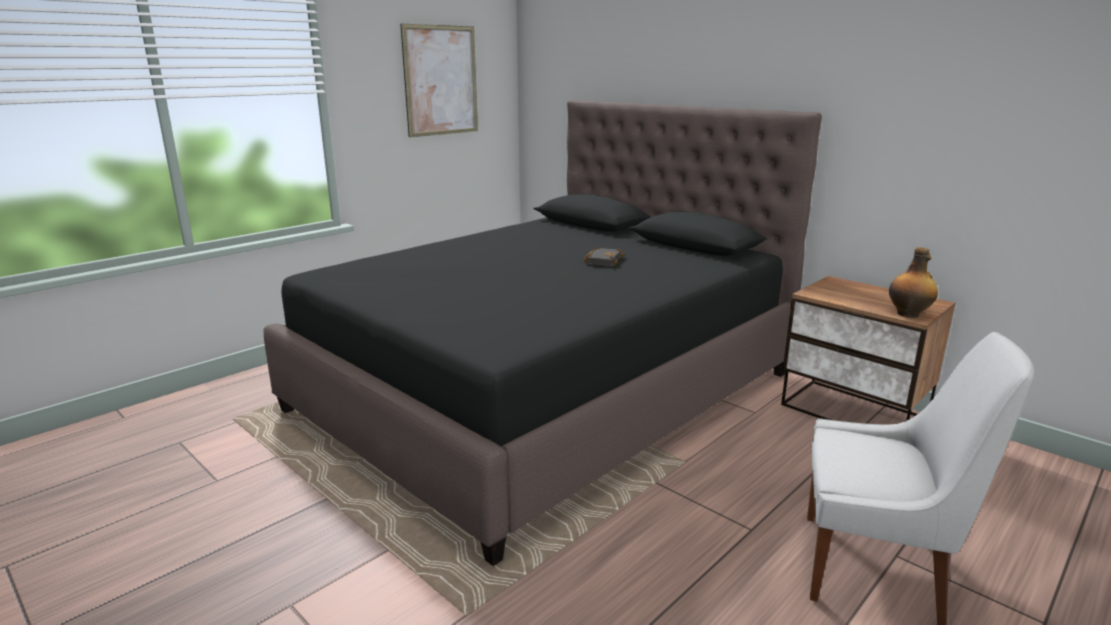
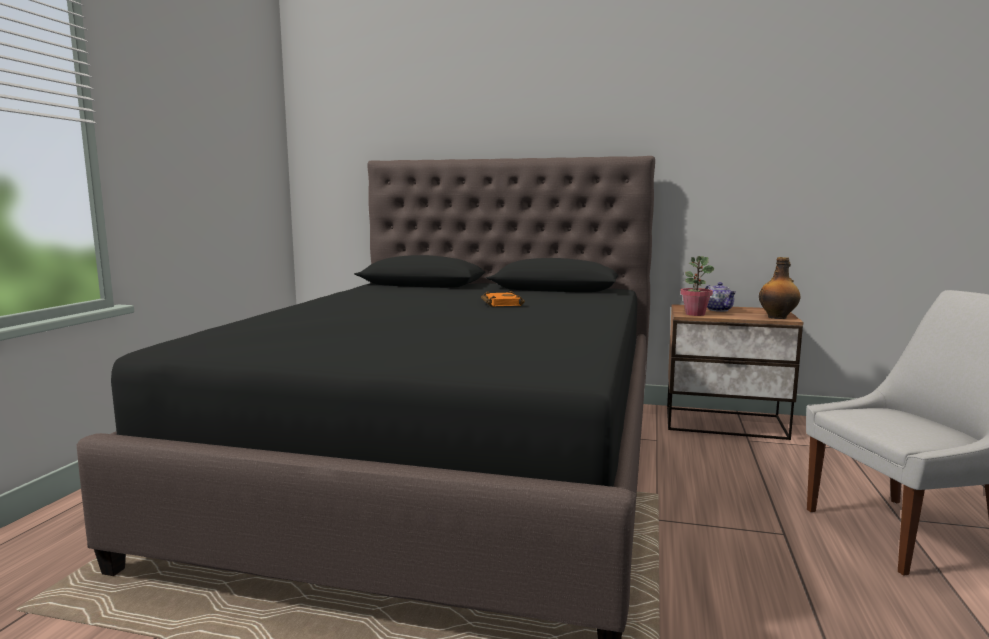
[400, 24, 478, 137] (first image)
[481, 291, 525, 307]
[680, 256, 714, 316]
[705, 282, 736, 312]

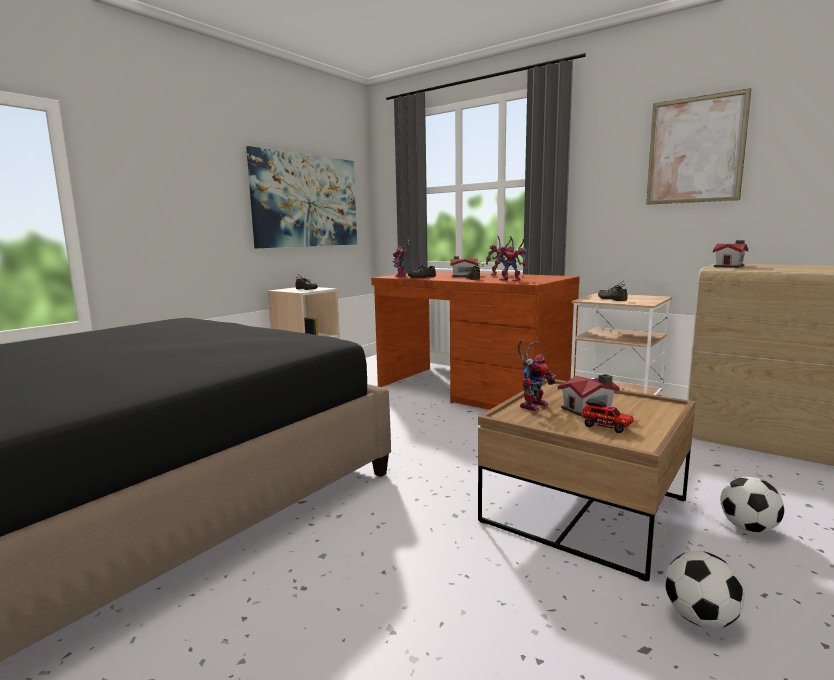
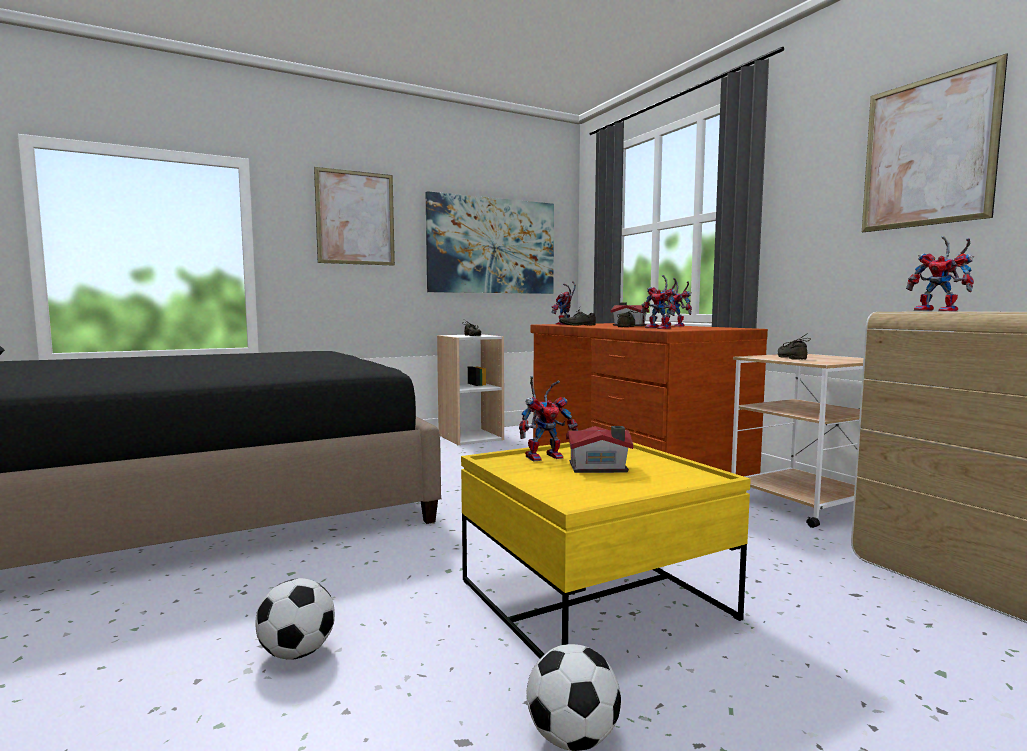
[906, 236, 975, 311]
[461, 442, 751, 658]
[582, 399, 634, 433] (first image)
[255, 578, 335, 660]
[314, 167, 395, 266]

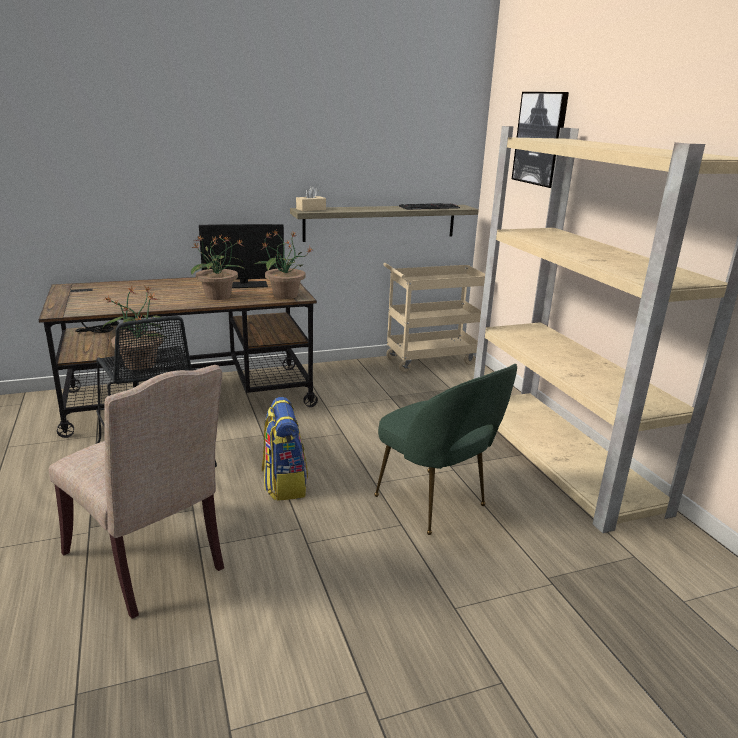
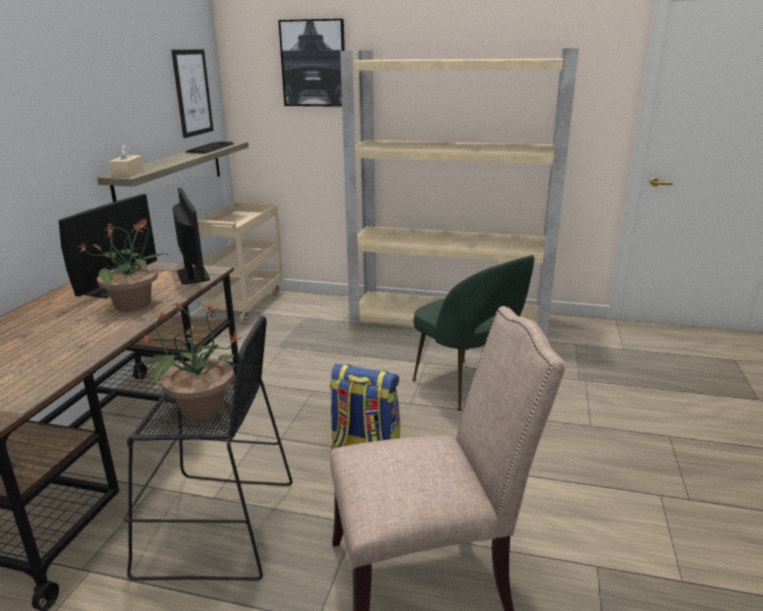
[173, 188, 210, 284]
[412, 255, 534, 411]
[171, 50, 214, 138]

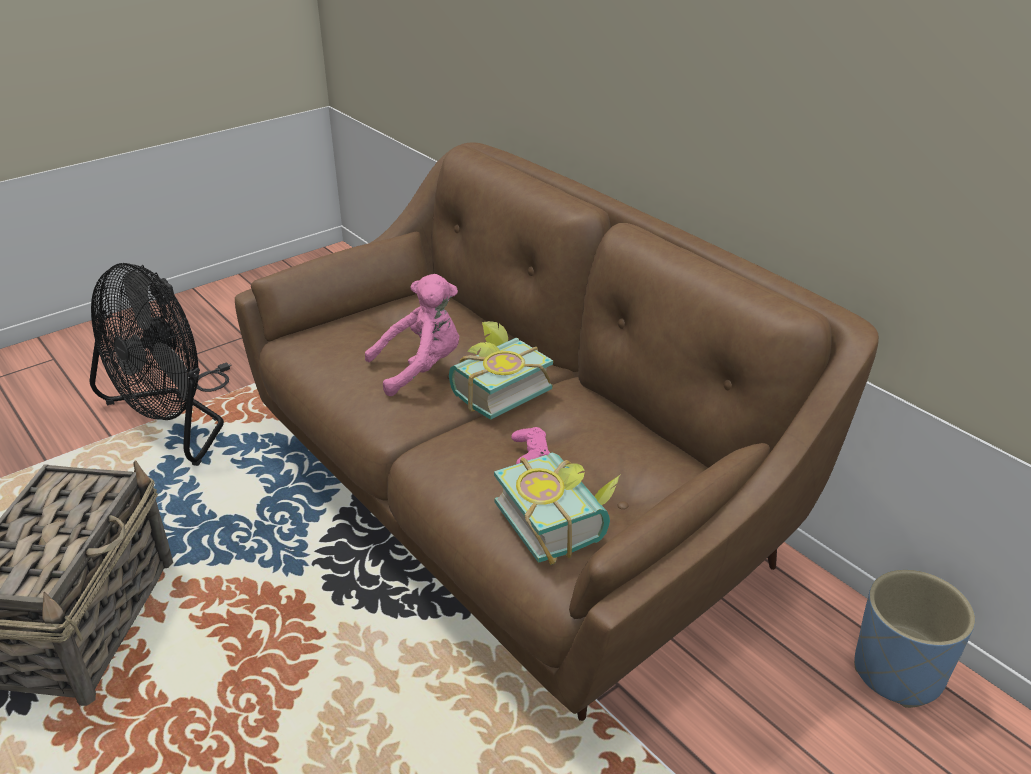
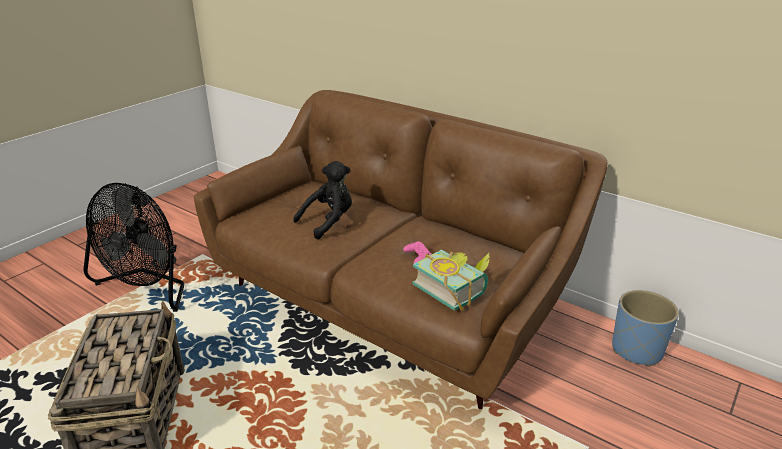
[293, 161, 352, 239]
[449, 321, 553, 420] (first image)

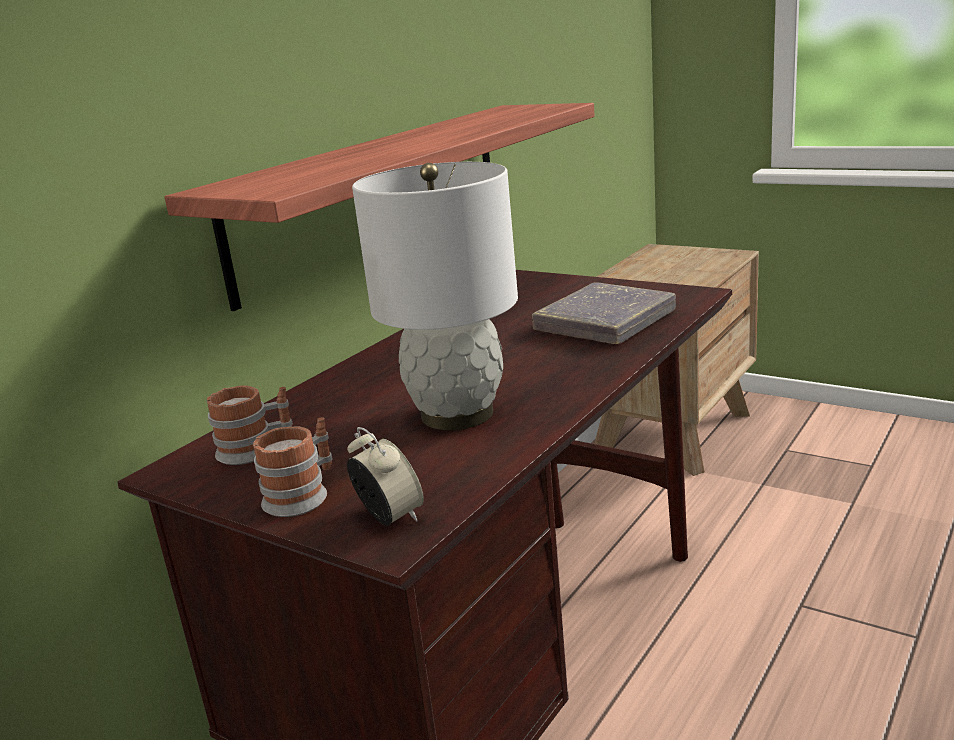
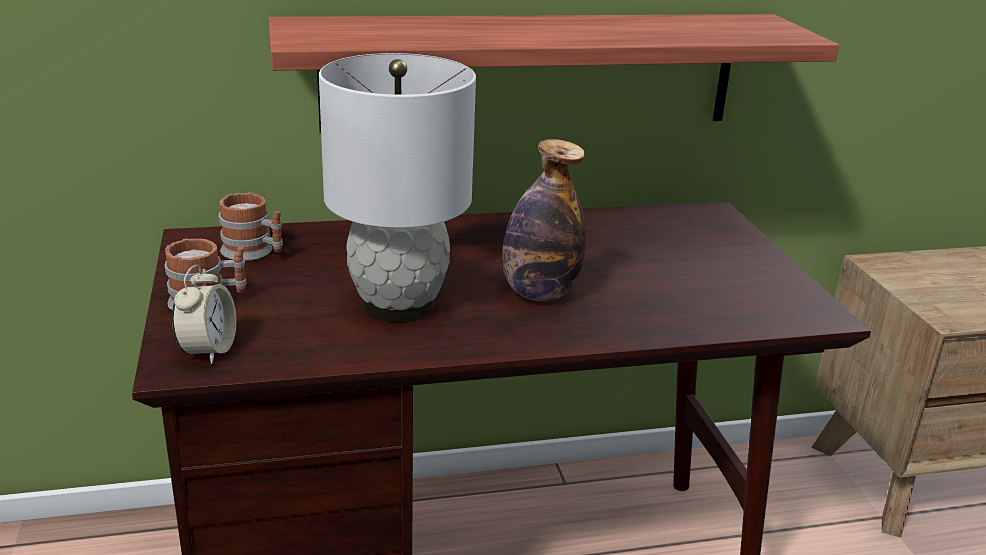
[532, 282, 676, 344] (first image)
[503, 139, 586, 301]

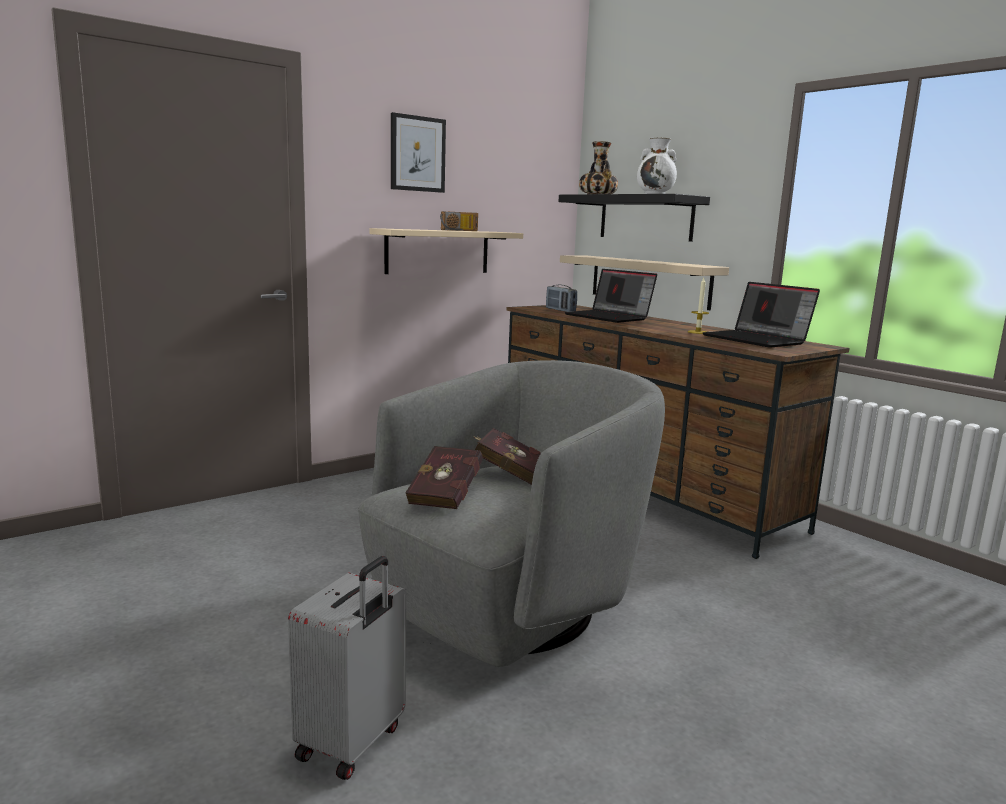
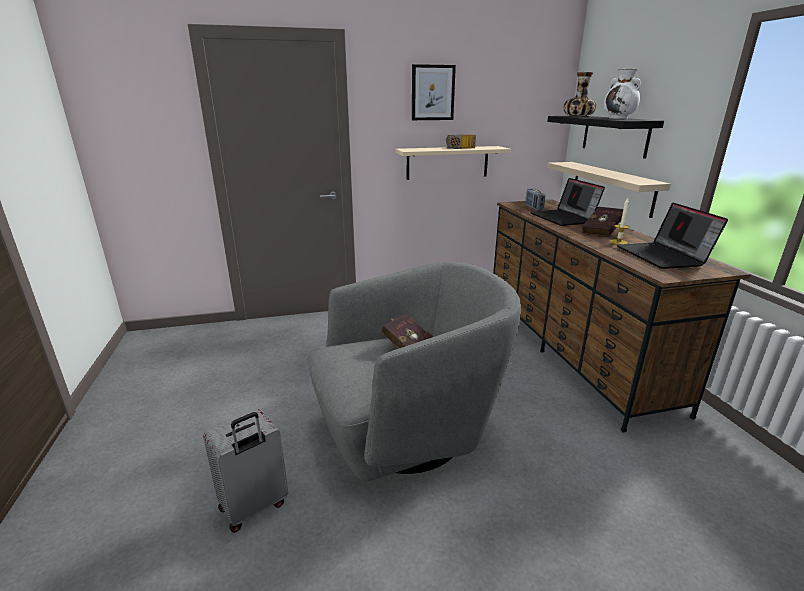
[582, 206, 623, 236]

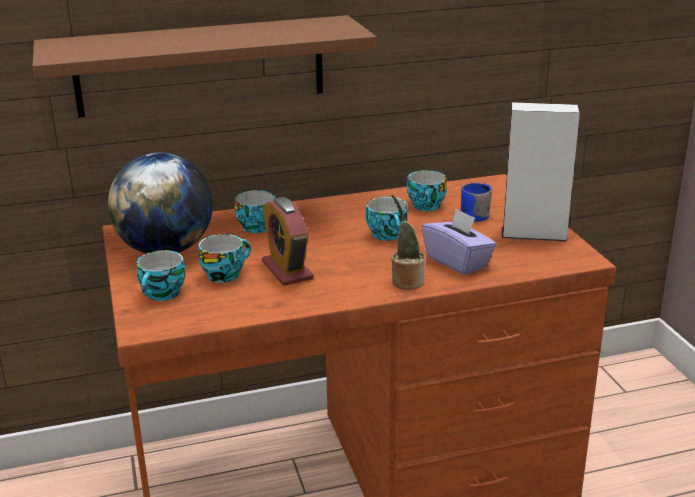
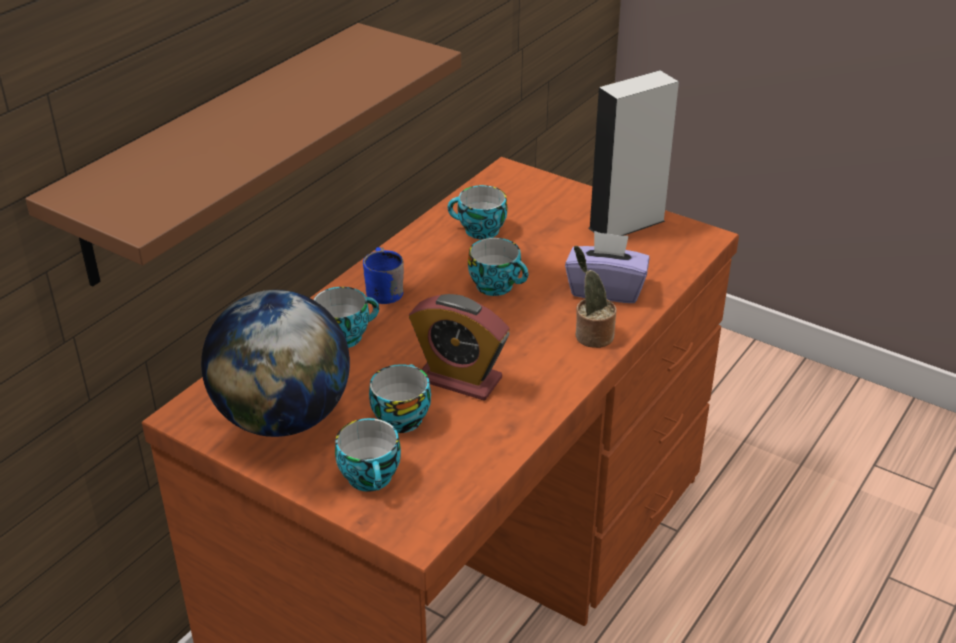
[363, 247, 404, 304]

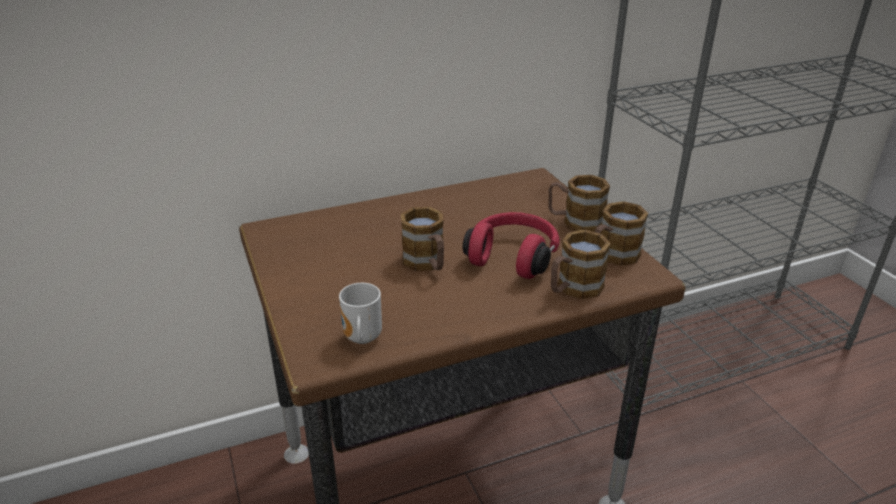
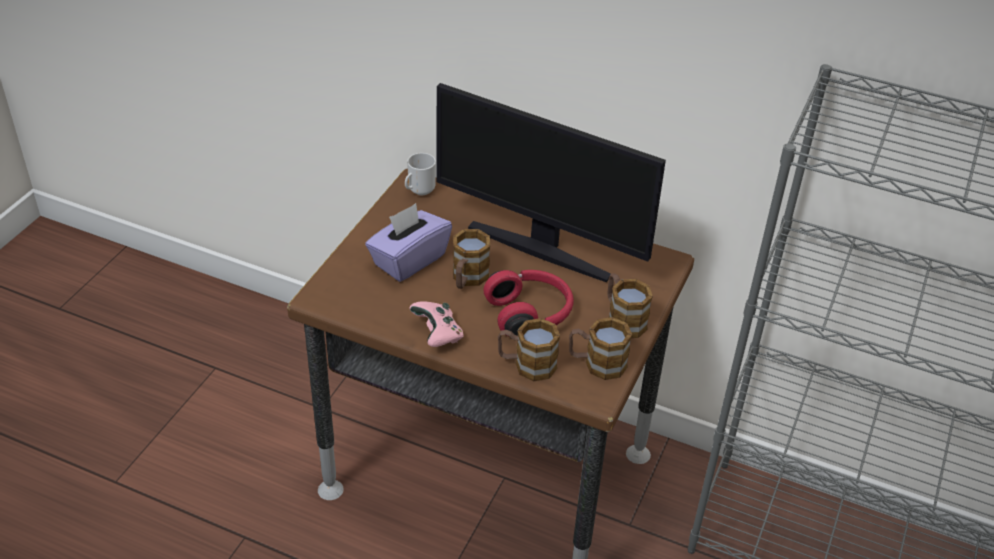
[405, 153, 436, 195]
[436, 83, 666, 282]
[365, 203, 452, 282]
[409, 301, 464, 347]

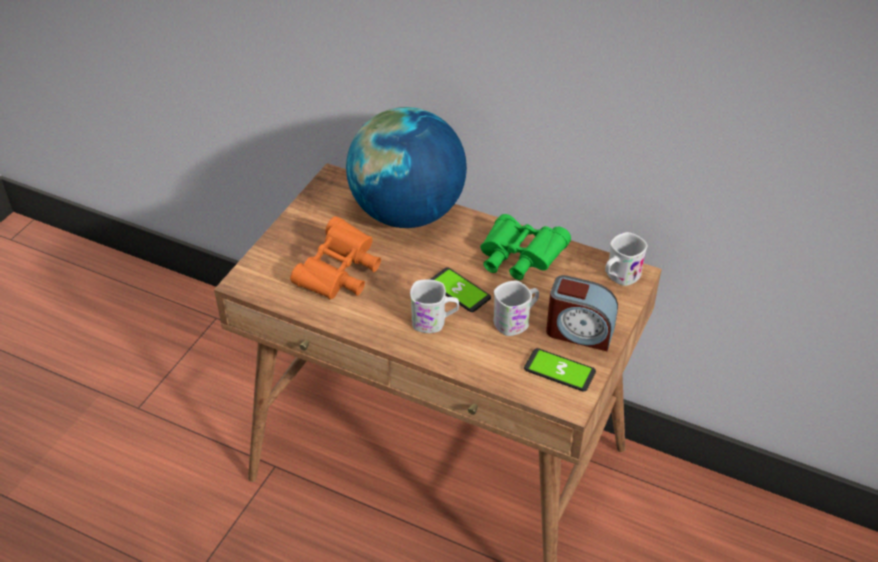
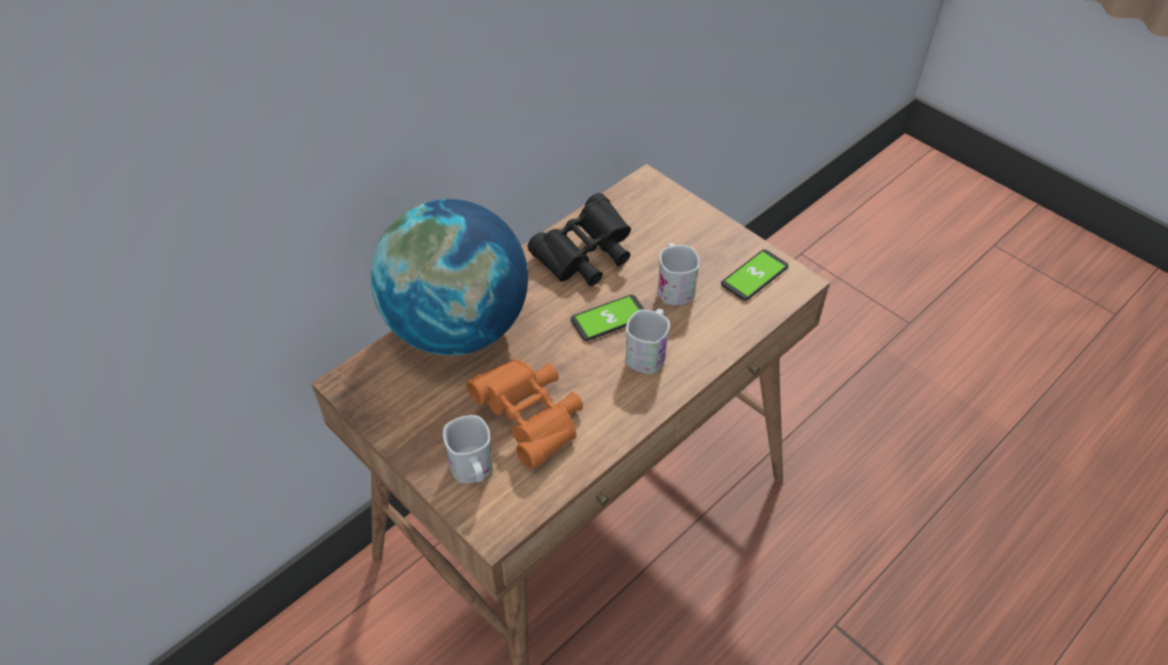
[528, 193, 631, 286]
[443, 415, 493, 484]
[546, 275, 618, 351] (first image)

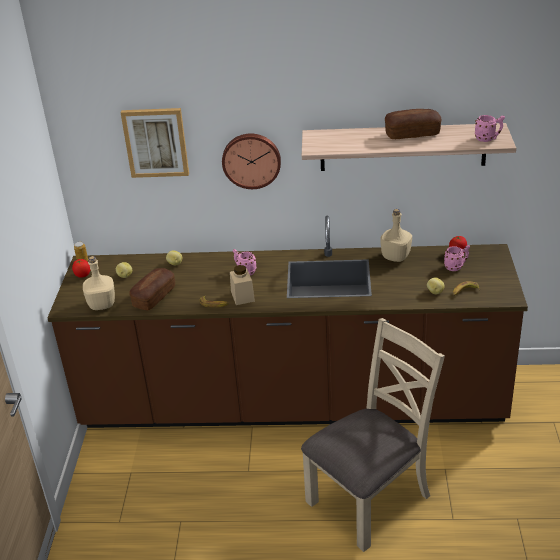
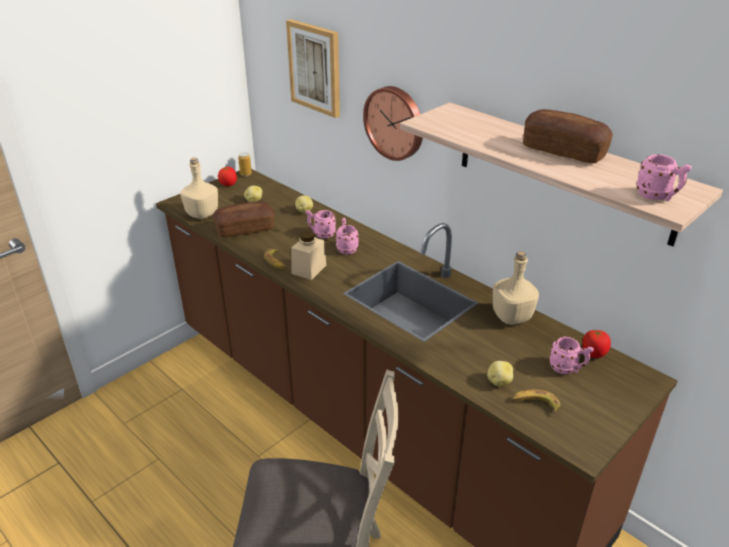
[306, 210, 336, 239]

